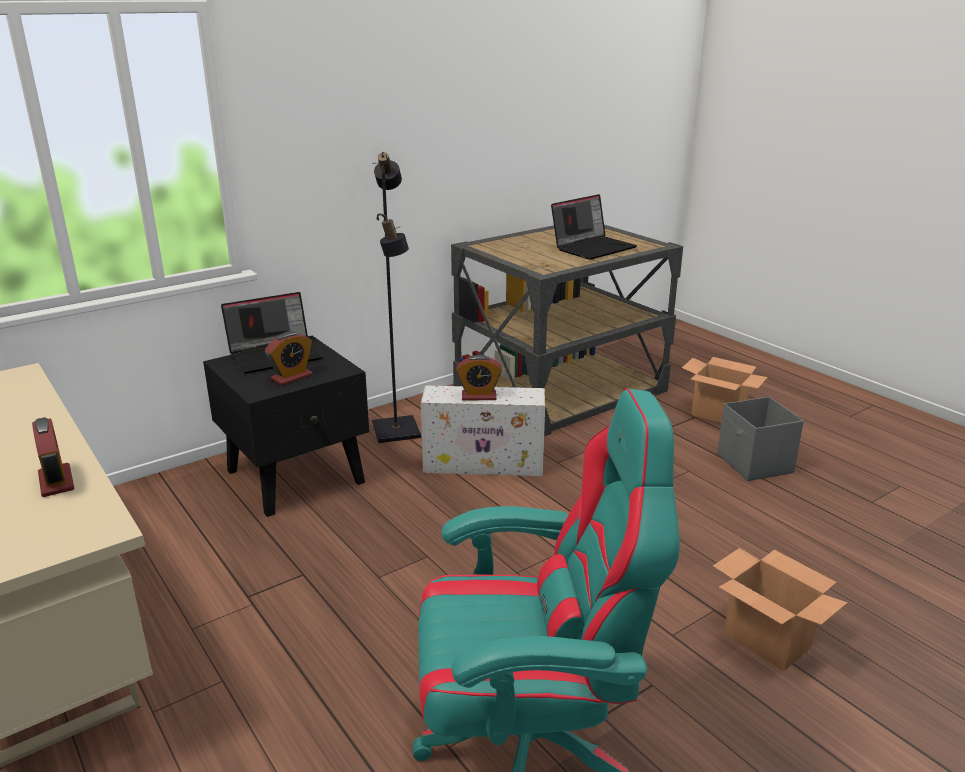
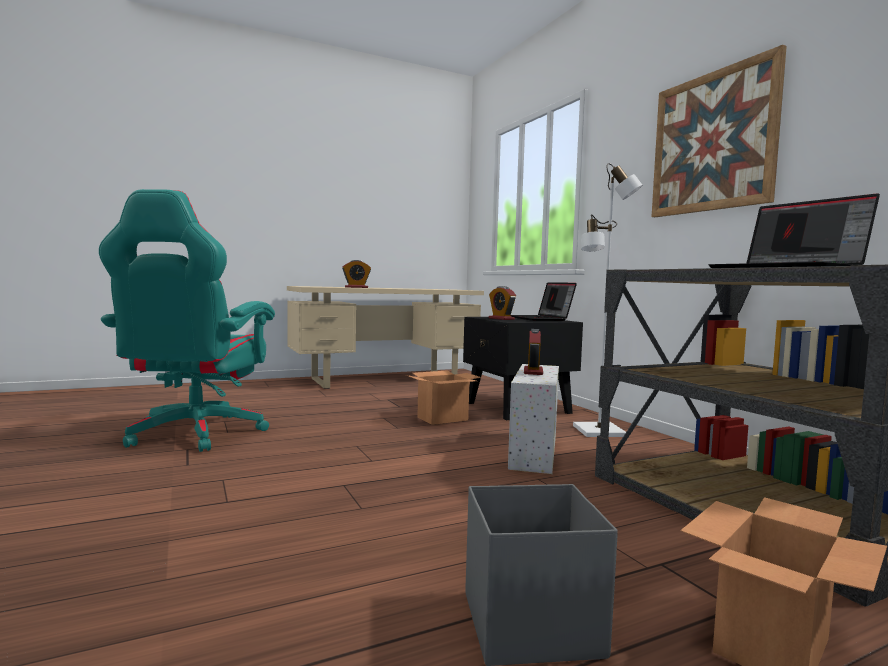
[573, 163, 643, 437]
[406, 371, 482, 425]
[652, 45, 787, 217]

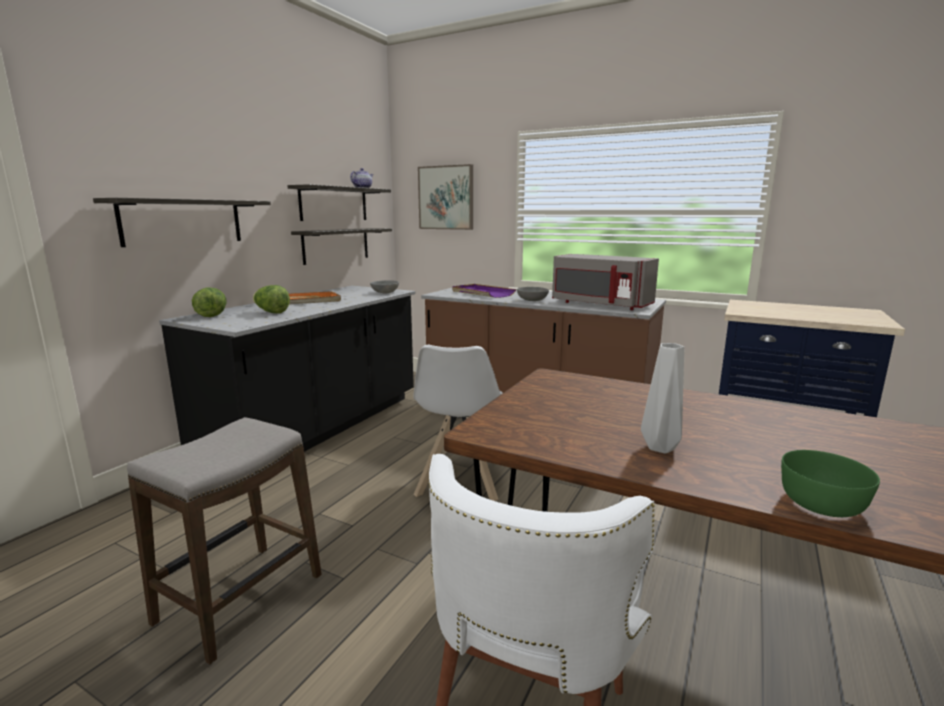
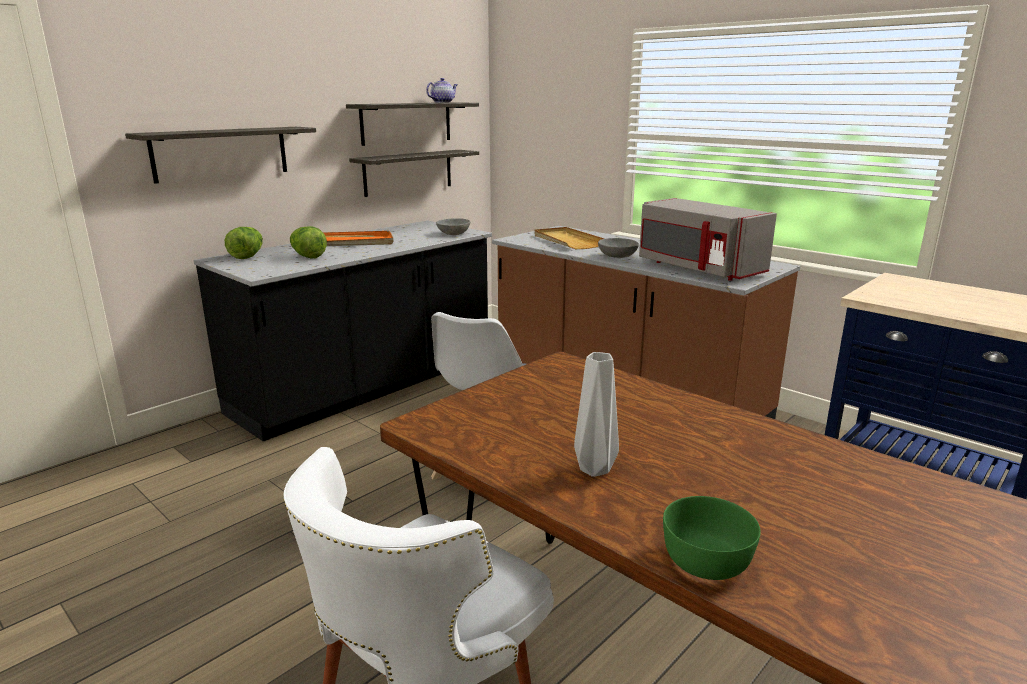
[418, 164, 473, 230] (first image)
[534, 227, 605, 249]
[127, 417, 321, 664] (first image)

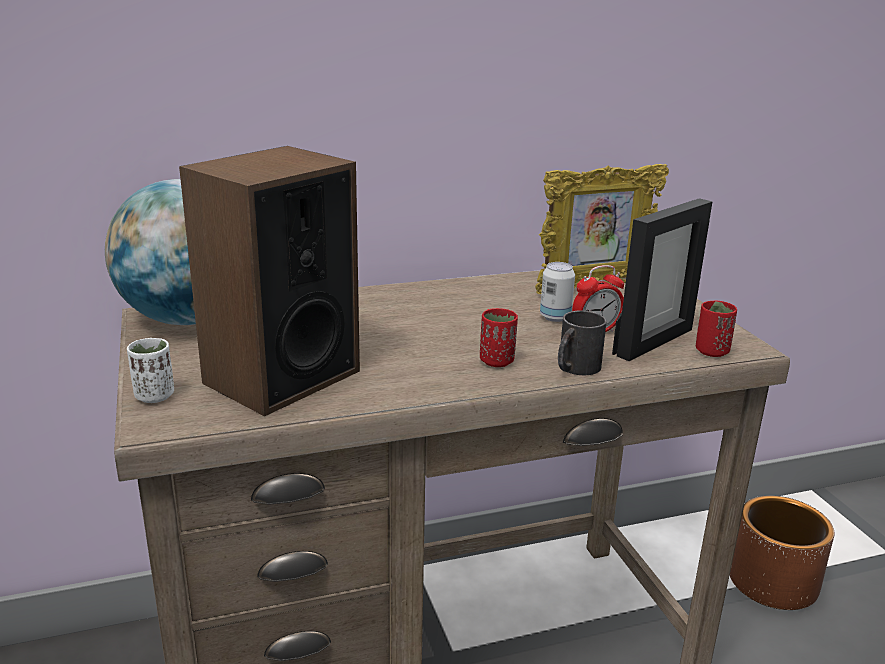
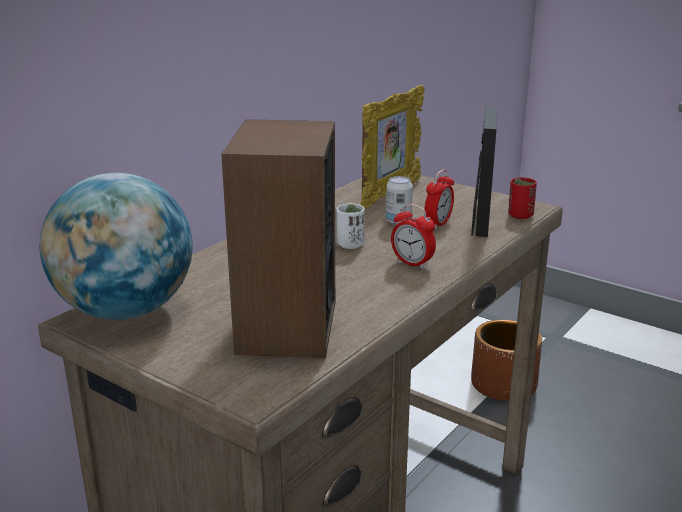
[391, 204, 436, 269]
[558, 311, 607, 375] (first image)
[337, 203, 365, 249]

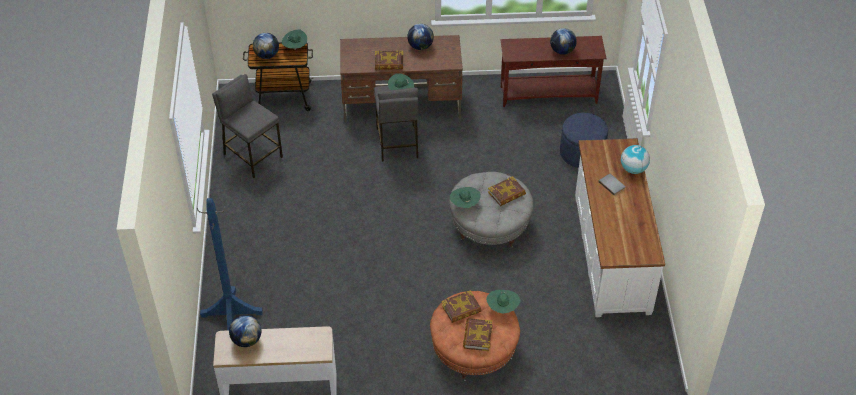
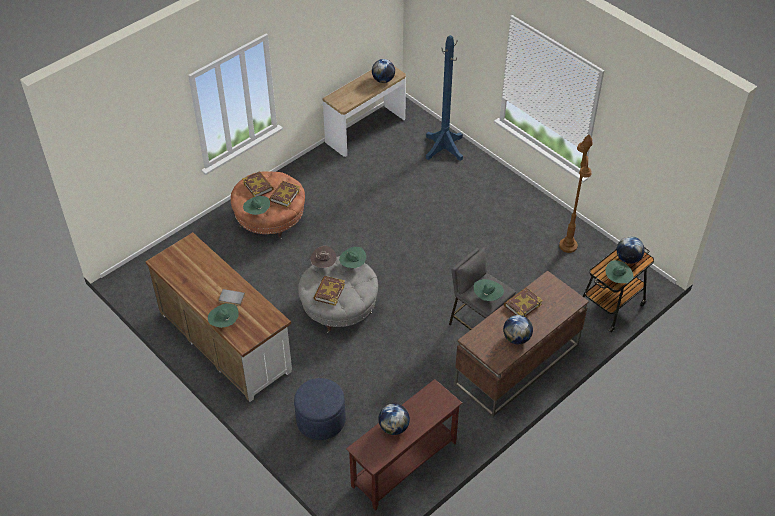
[559, 135, 593, 253]
[208, 303, 239, 328]
[311, 245, 336, 268]

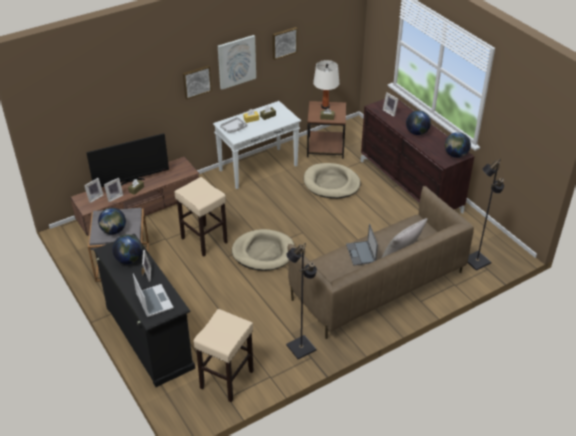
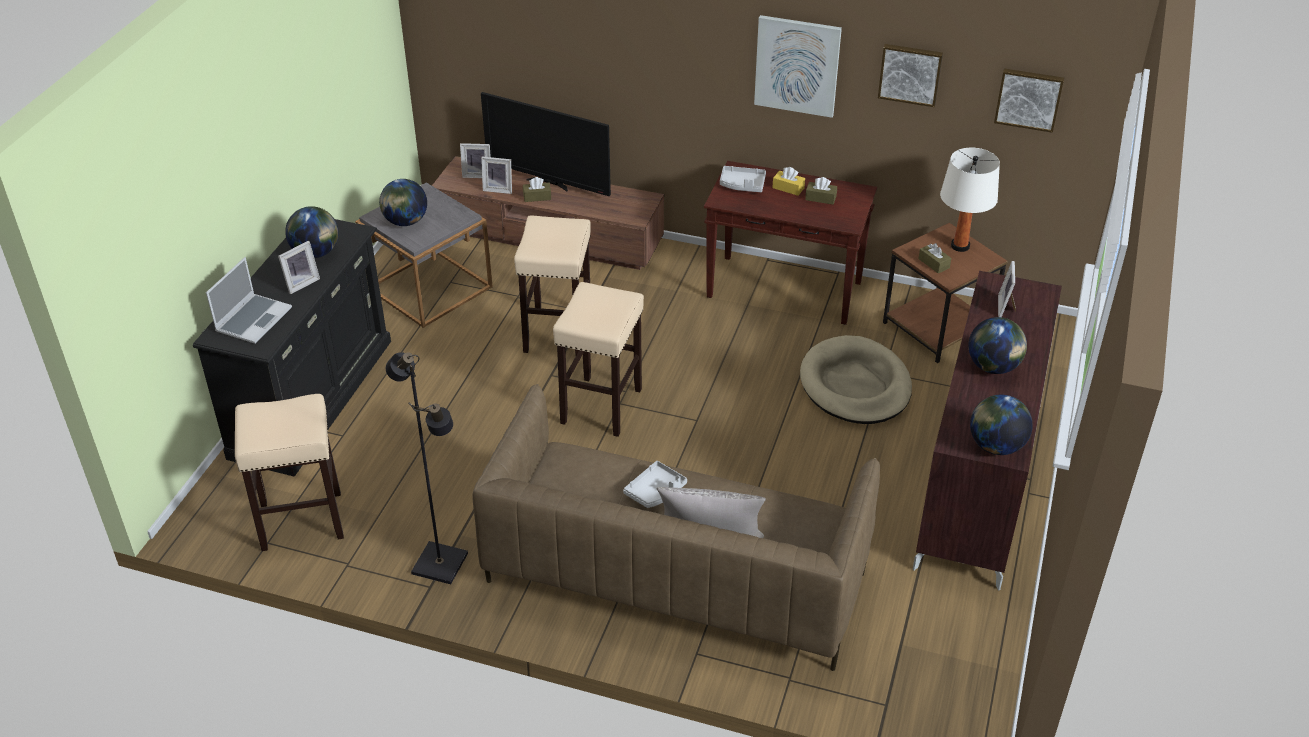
[994, 69, 1064, 133]
[704, 161, 877, 325]
[468, 159, 504, 271] (first image)
[623, 461, 687, 508]
[553, 282, 644, 437]

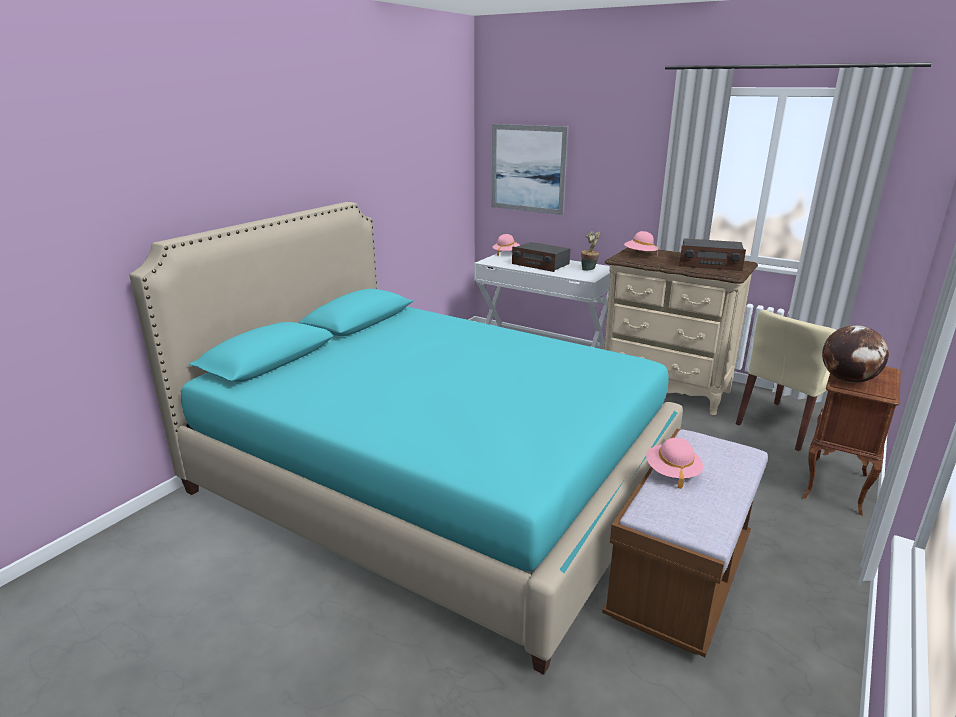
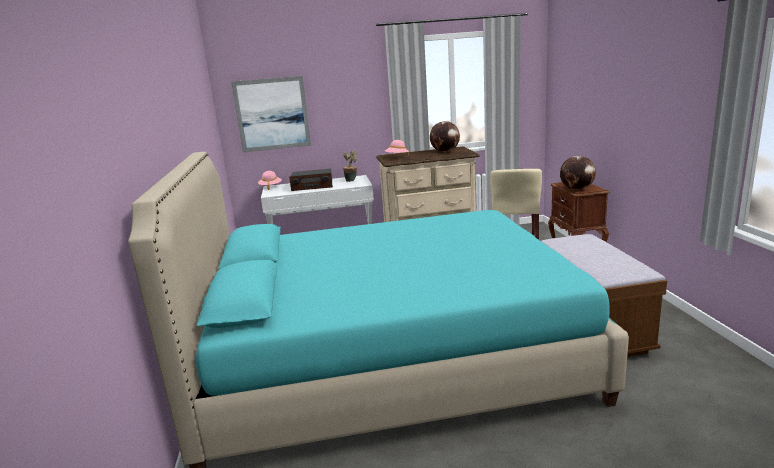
[430, 121, 460, 152]
[646, 438, 703, 489] (first image)

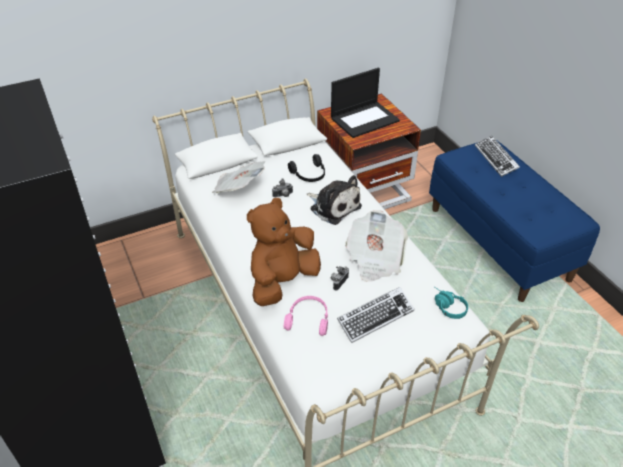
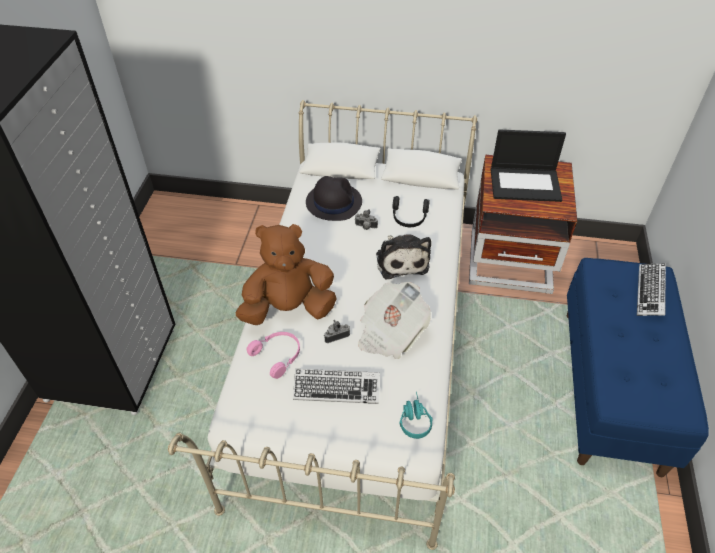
[306, 176, 362, 221]

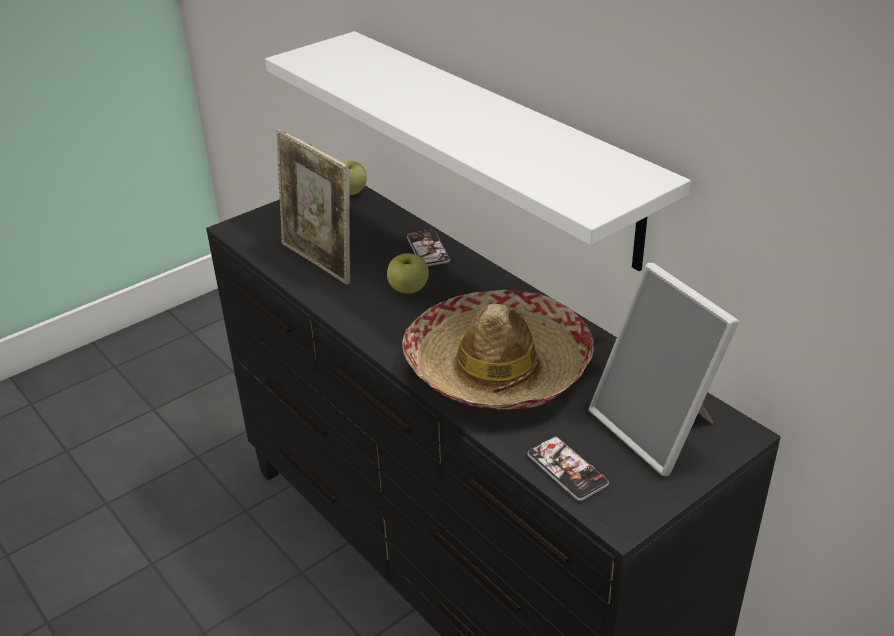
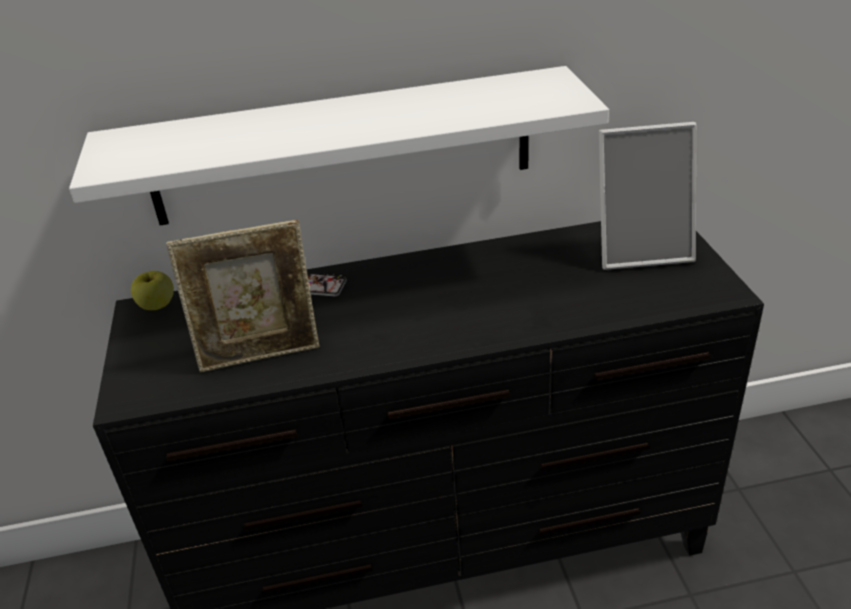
[387, 253, 429, 293] (first image)
[402, 290, 594, 410] (first image)
[527, 436, 609, 501] (first image)

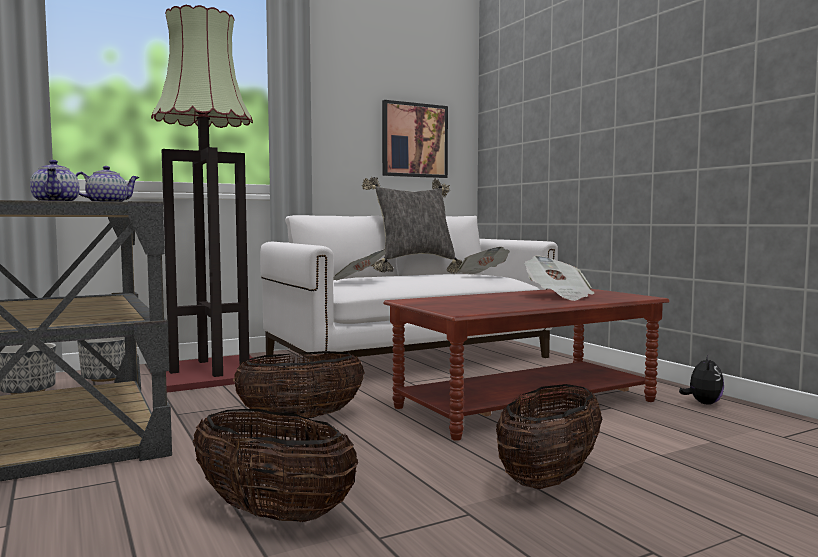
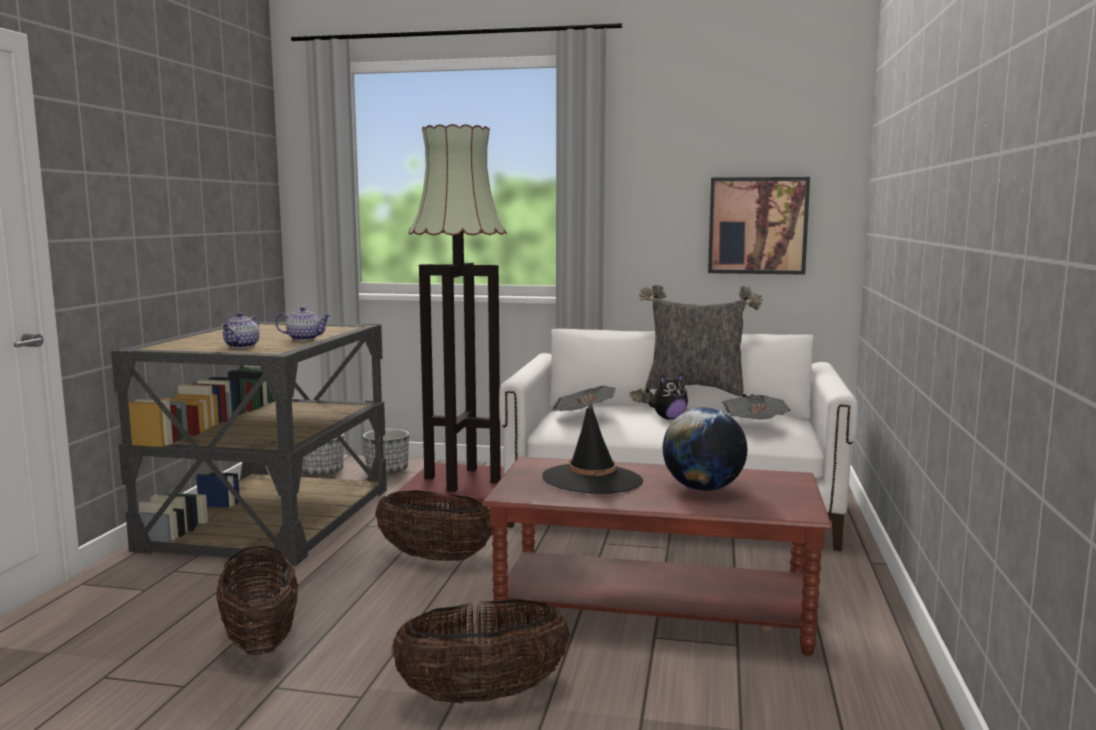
[663, 407, 747, 491]
[649, 373, 688, 419]
[542, 402, 643, 494]

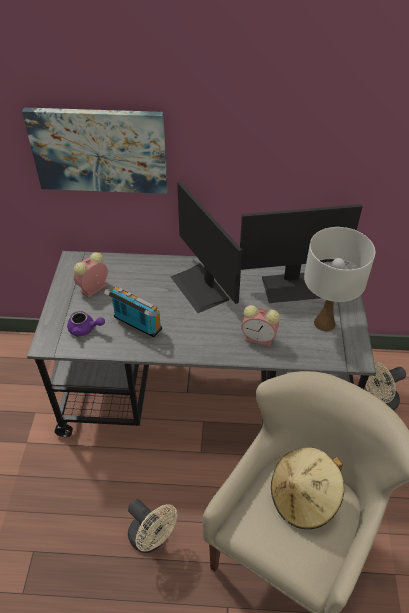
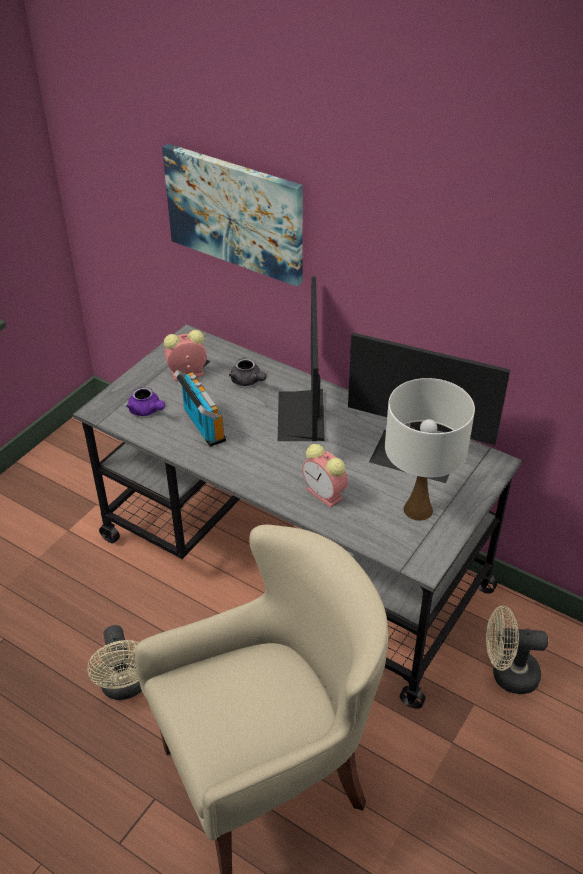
[271, 447, 345, 529] (first image)
[229, 358, 266, 386]

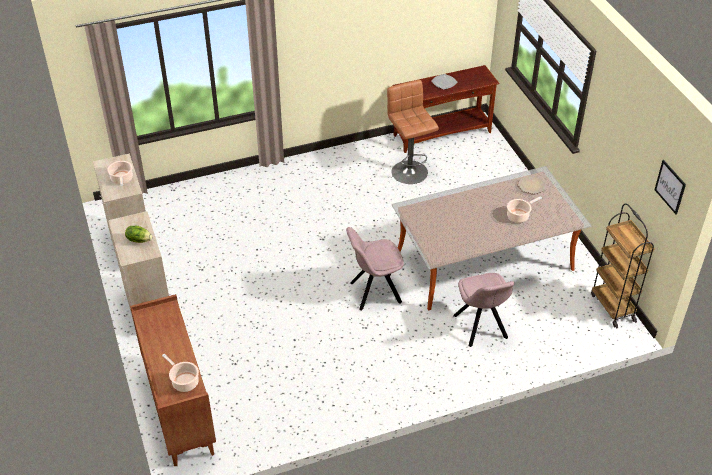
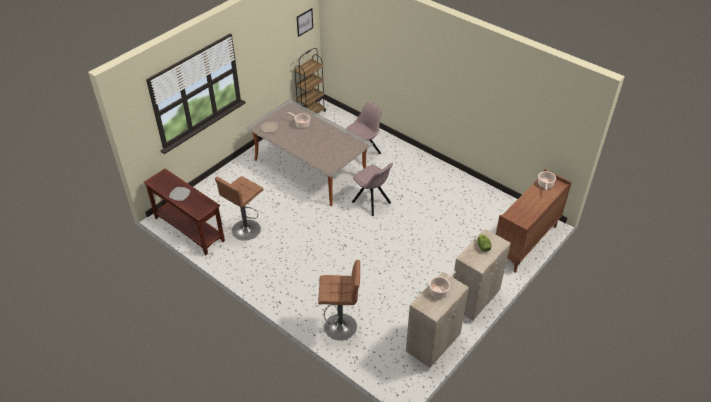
[318, 260, 360, 341]

